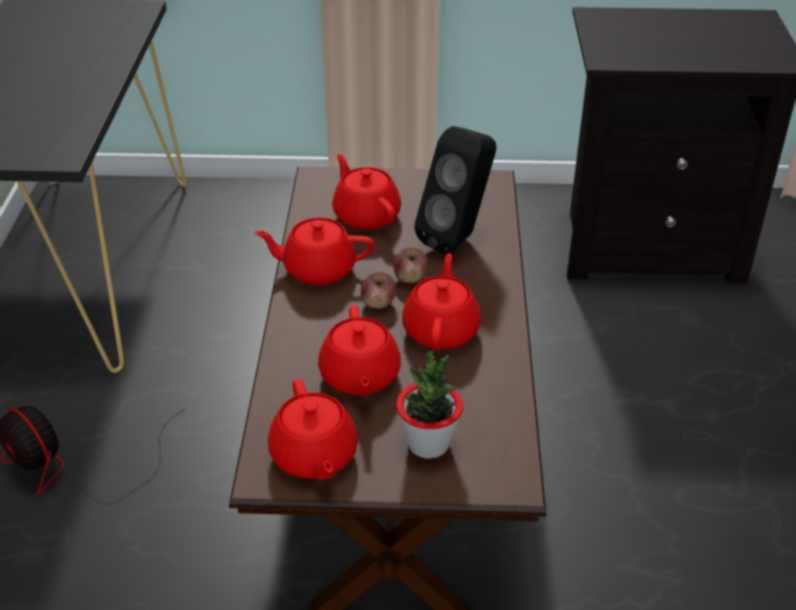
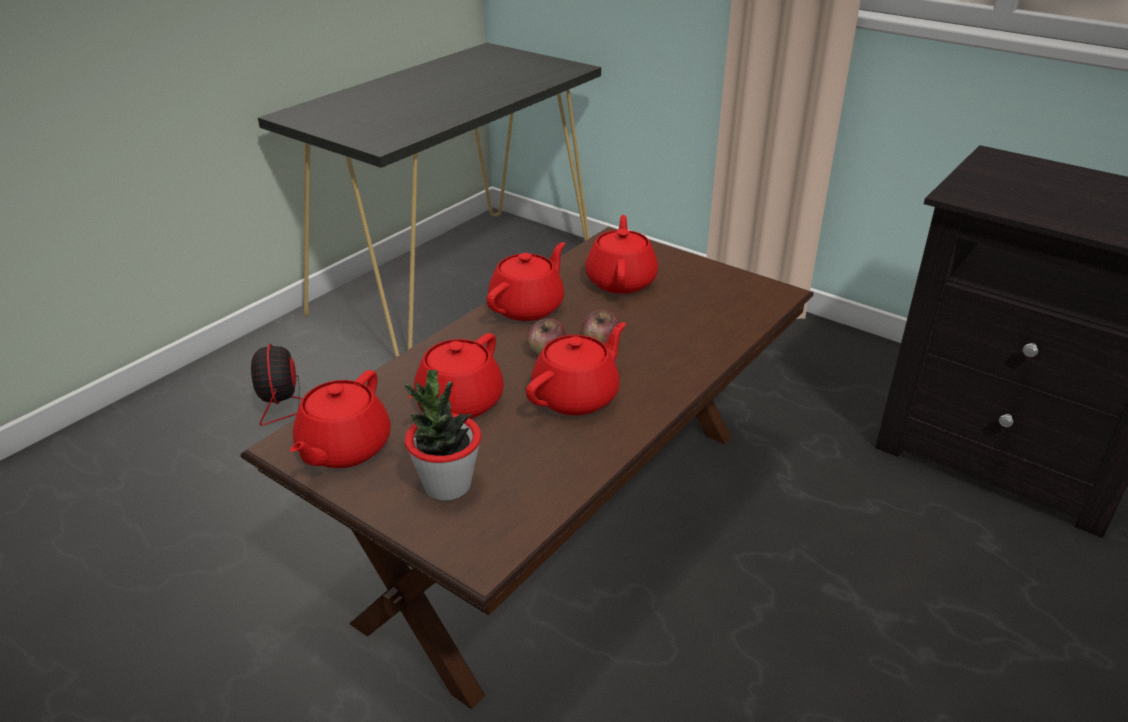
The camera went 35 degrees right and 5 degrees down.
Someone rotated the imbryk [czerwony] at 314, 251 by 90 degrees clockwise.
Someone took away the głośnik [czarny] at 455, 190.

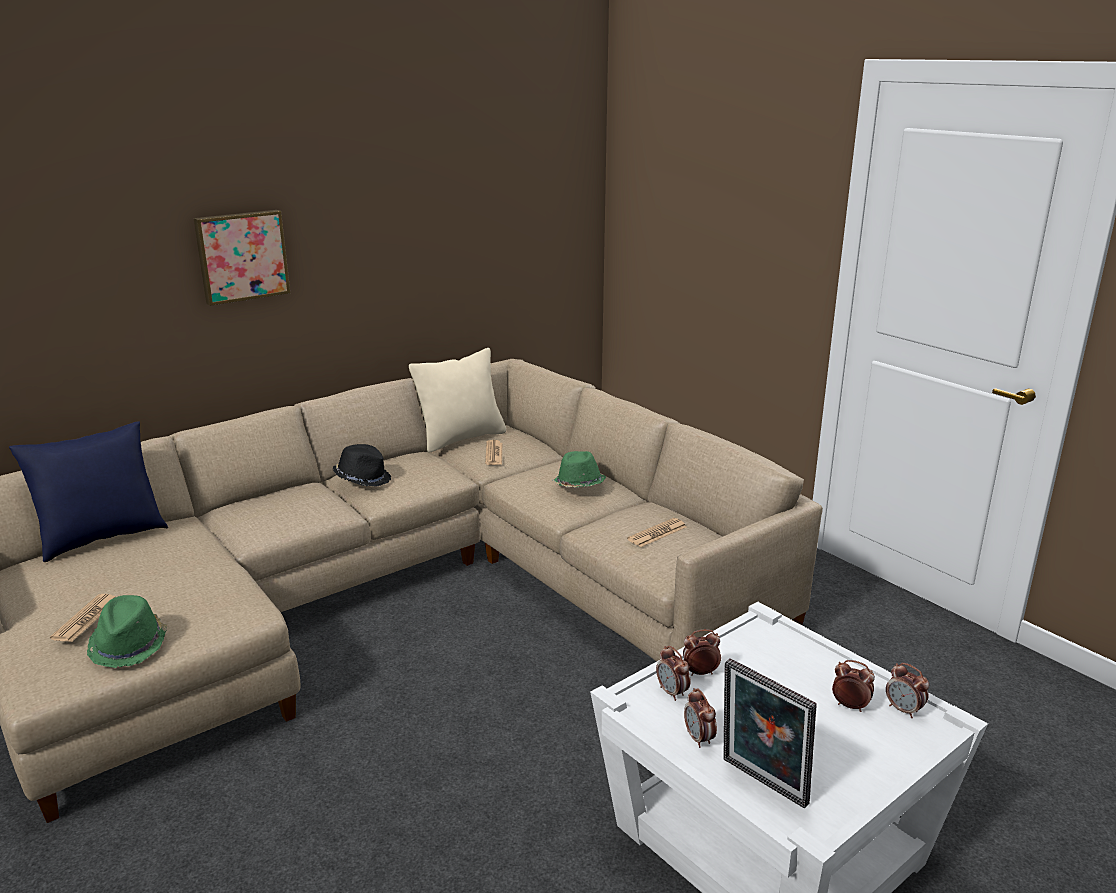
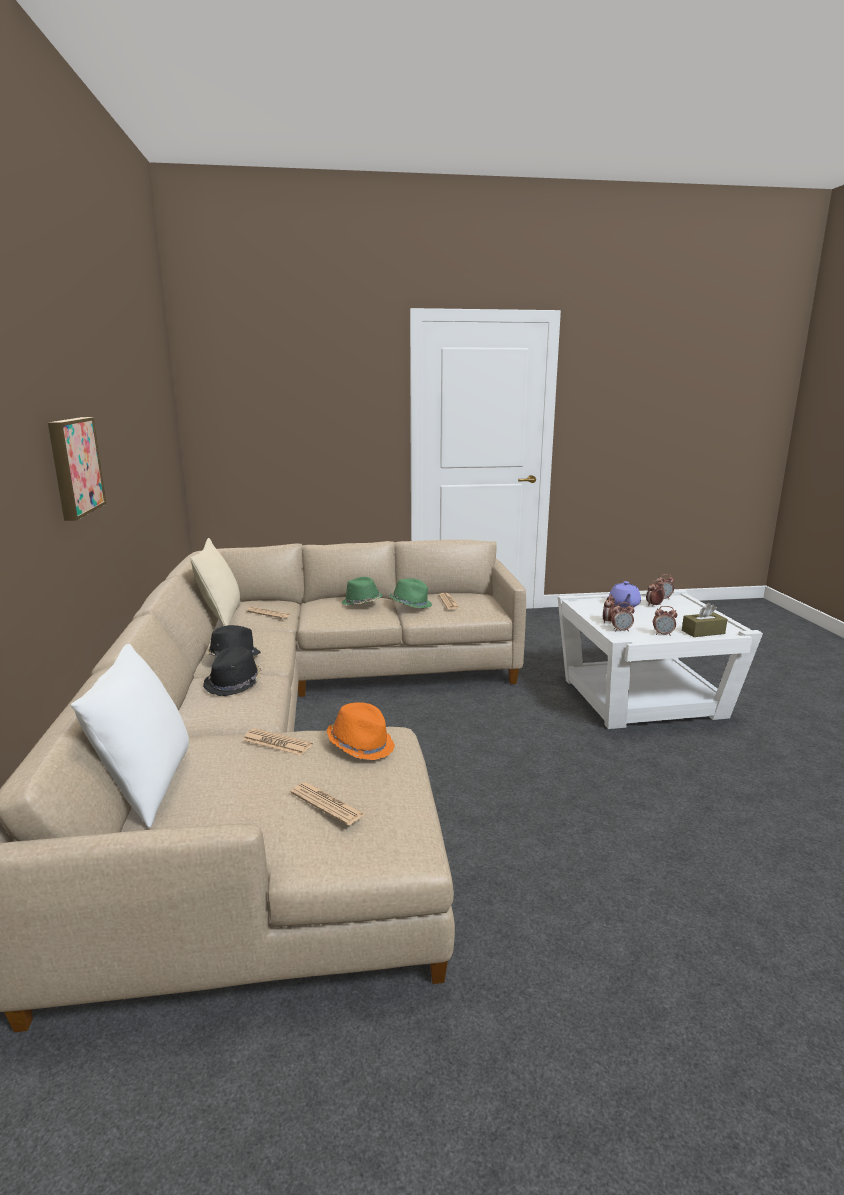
The camera went 60 degrees left and 5 degrees down.
Someone repainted the poduszka [niebieski] at 88, 491, which became the poduszka [biały] at 130, 736.
Someone put down the kapelusz [czarny] at 232, 671.
Someone put down the gazeta at 278, 742.
Someone put down the kapelusz [pomarańczowy] at 361, 731.
Someone carried the kapelusz [zielony] from 127, 631 to 410, 593.
Someone put down the imbryk [fioletowy] at 625, 594.
Someone swapped the ramka na zdjęcie at 769, 733 for the pudełko chusteczek [brązowy] at 704, 620.

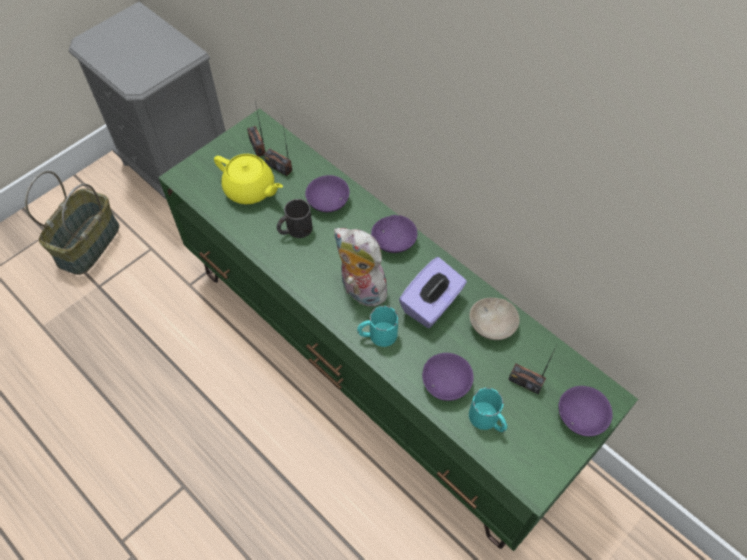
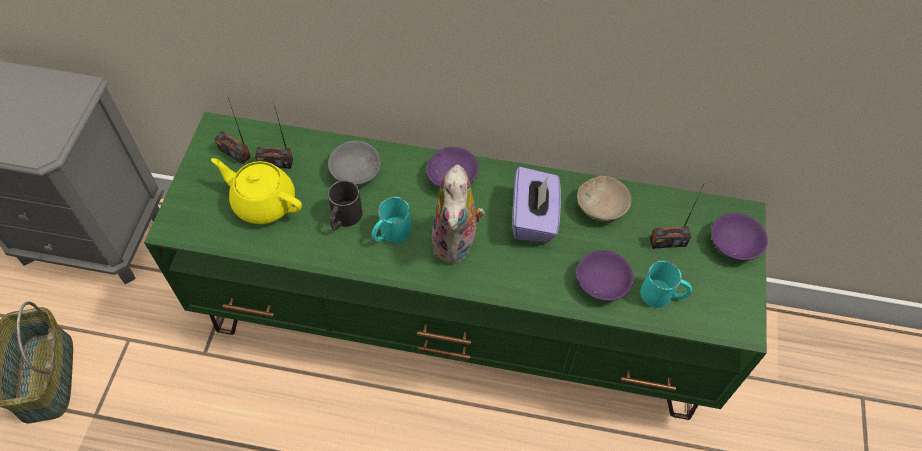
The camera went 35 degrees left and 0 degrees up.
Someone rotated the imbryk [żółty] at 248, 179 by 150 degrees counterclockwise.
Someone repainted the miska [fioletowy] at 327, 193, which became the miska [szary] at 354, 163.
Someone carried the kubek [turkusowy] from 377, 326 to 391, 220.
Someone rotated the pluszak at 363, 267 by 90 degrees counterclockwise.

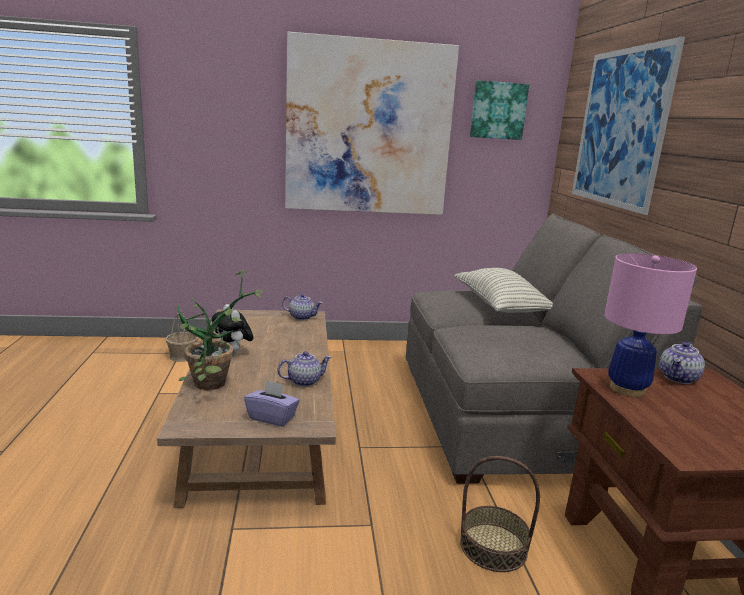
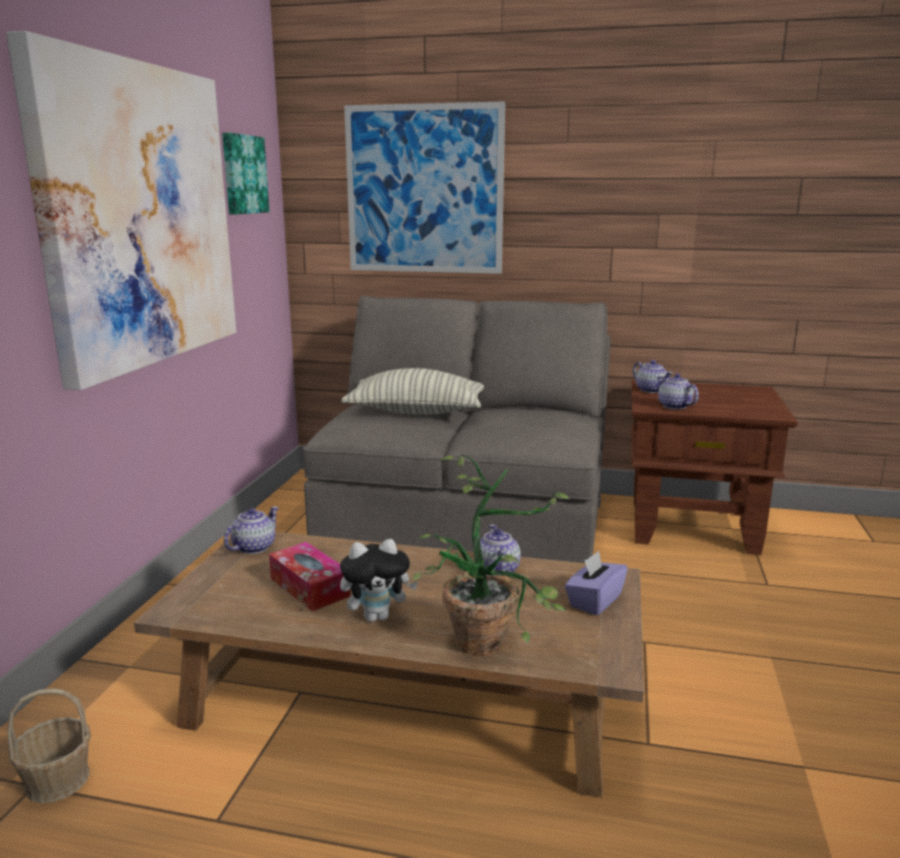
The camera went 70 degrees left and 0 degrees up.
Someone put down the pudełko chusteczek at 310, 576.
Someone swapped the lampa stołowa [różowy] at 650, 325 for the imbryk at 678, 391.
Someone took away the koszyk at 500, 514.

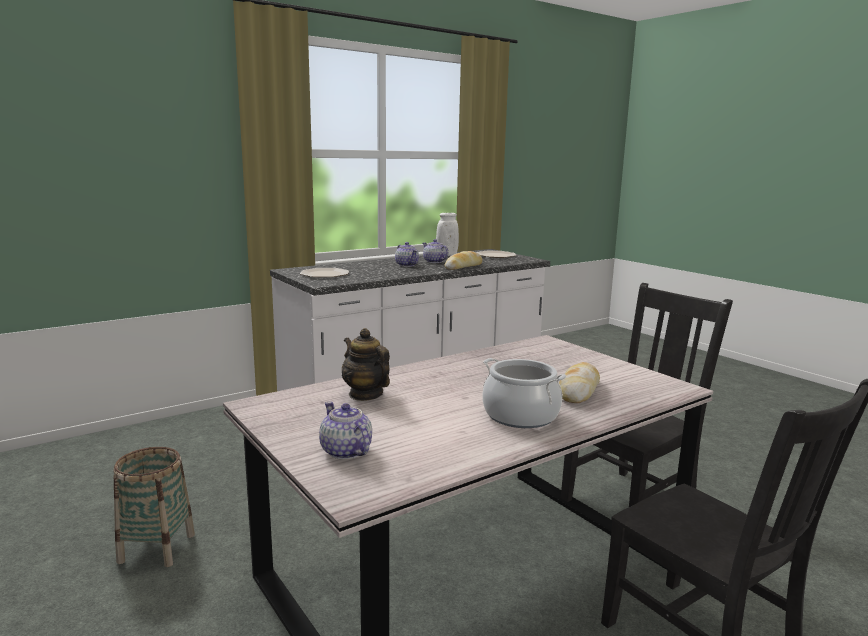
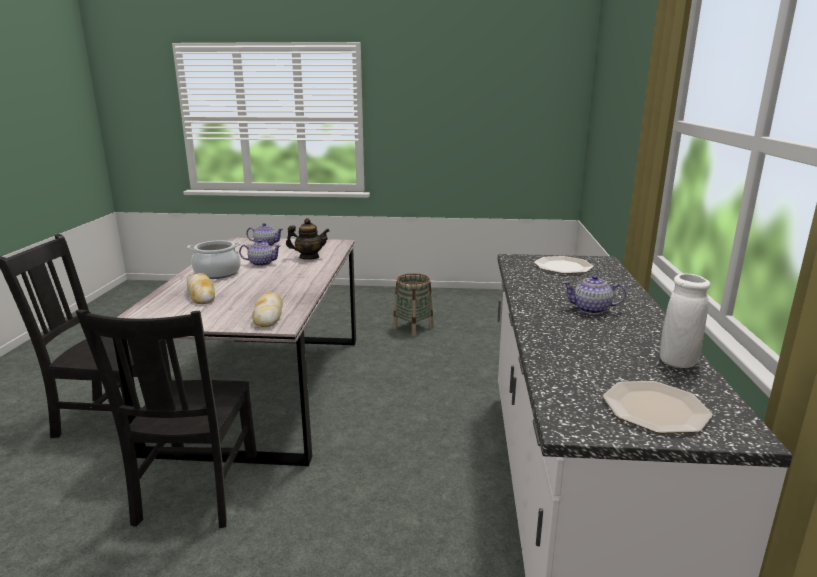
The camera went 130 degrees right and 5 degrees up.
Someone carried the imbryk from 436, 251 to 260, 253.
Someone carried the chleb from 463, 260 to 267, 309.

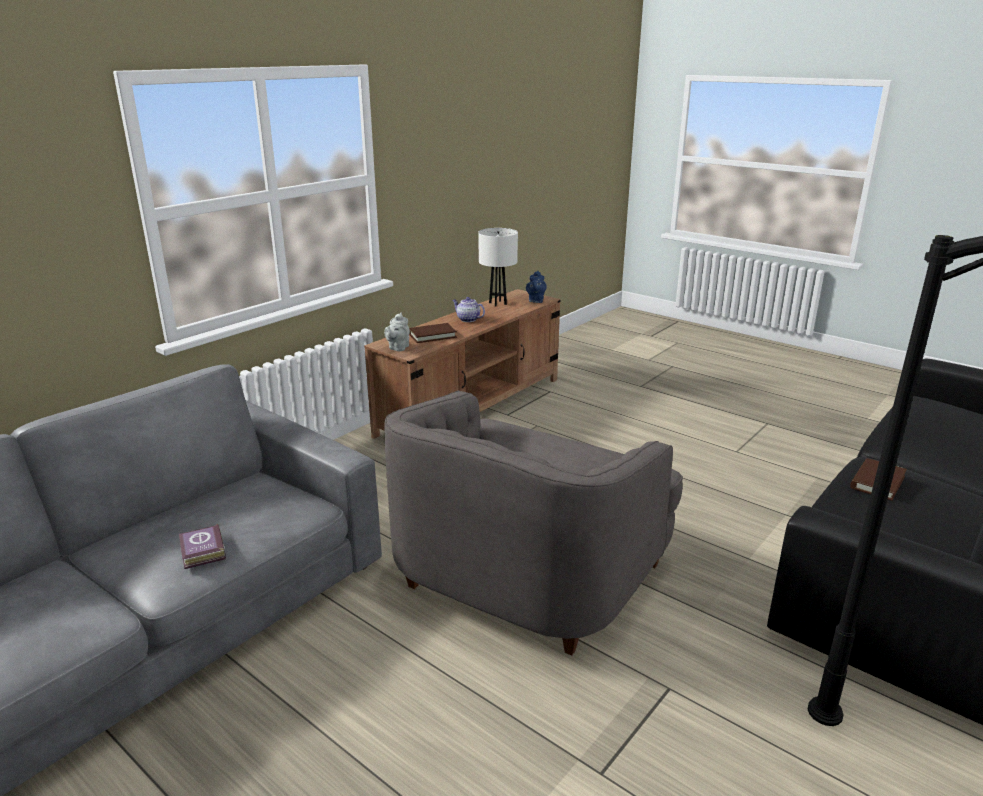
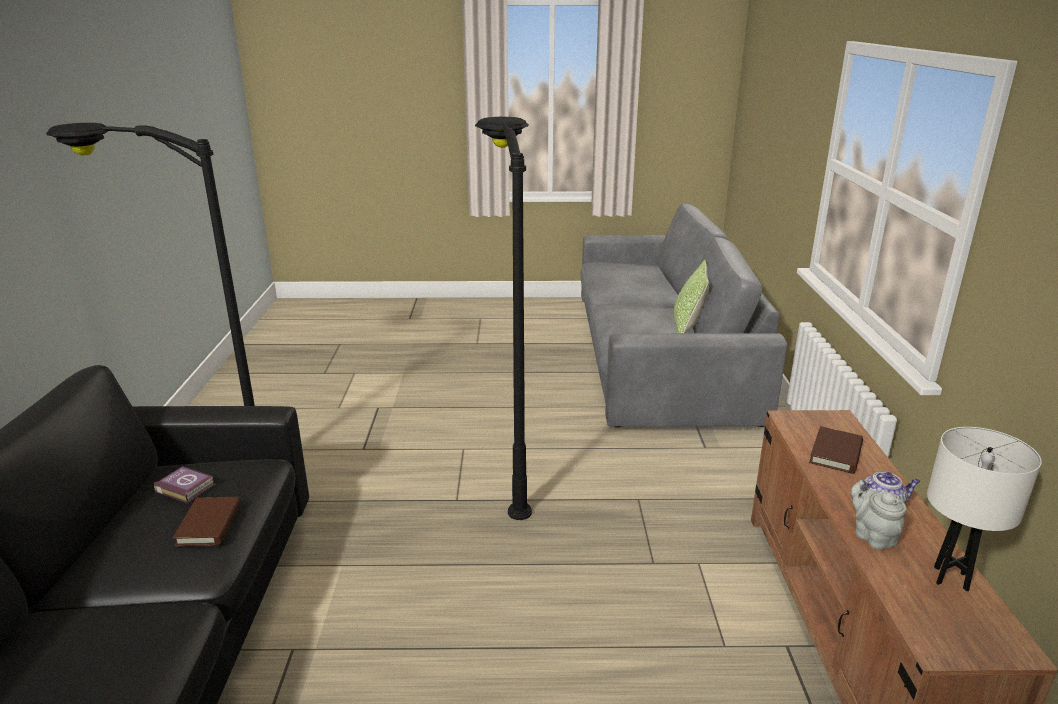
The camera went 140 degrees right and 0 degrees up.
Someone carried the książka from 202, 546 to 185, 485.
Someone swapped the fotel [szary] at 534, 523 for the lampa stojąca [czarny] at 503, 318.
Someone put down the poduszka at 691, 296.
Someone carried the imbryk [szary] from 397, 332 to 879, 514.
Someone took away the imbryk [niebieski] at 536, 287.

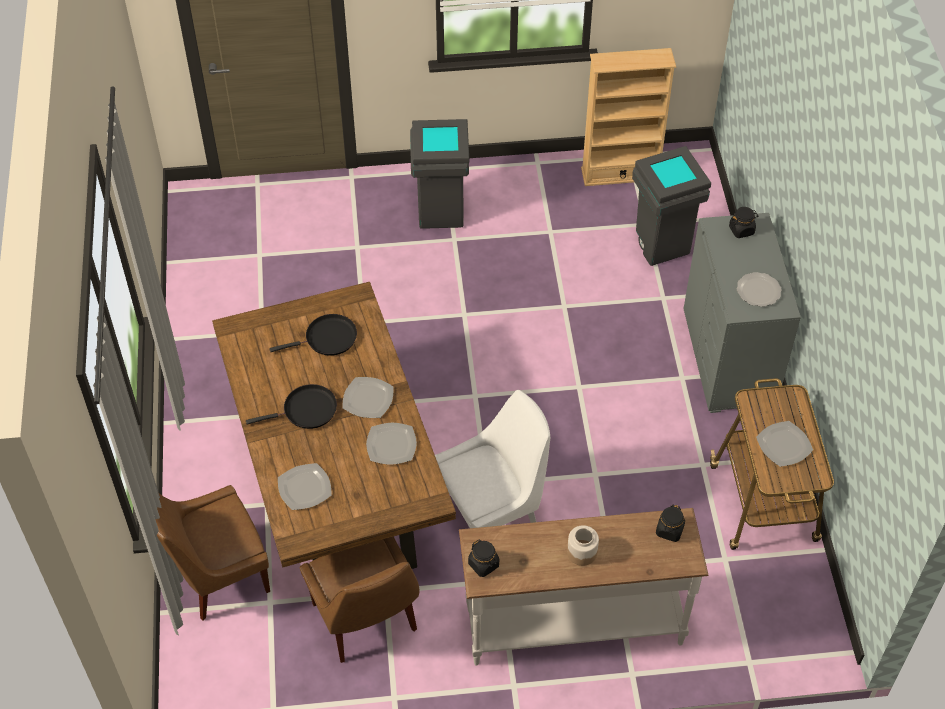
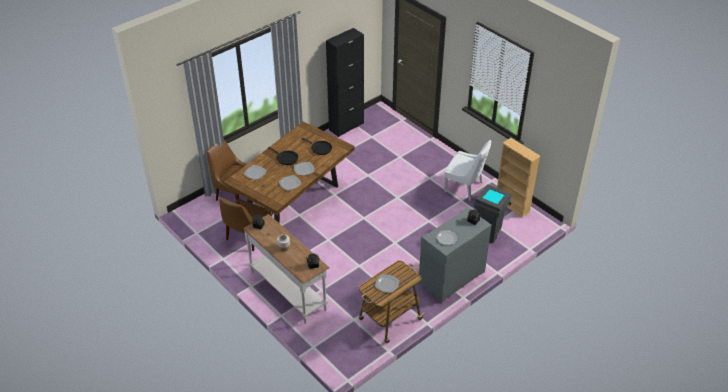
The camera went 55 degrees right and 10 degrees down.
Someone put down the szafka [czarny] at 345, 82.
Someone carried the krzesło [biały] from 492, 459 to 467, 170.
Someone took away the kosz na śmieci [szary] at 439, 174.

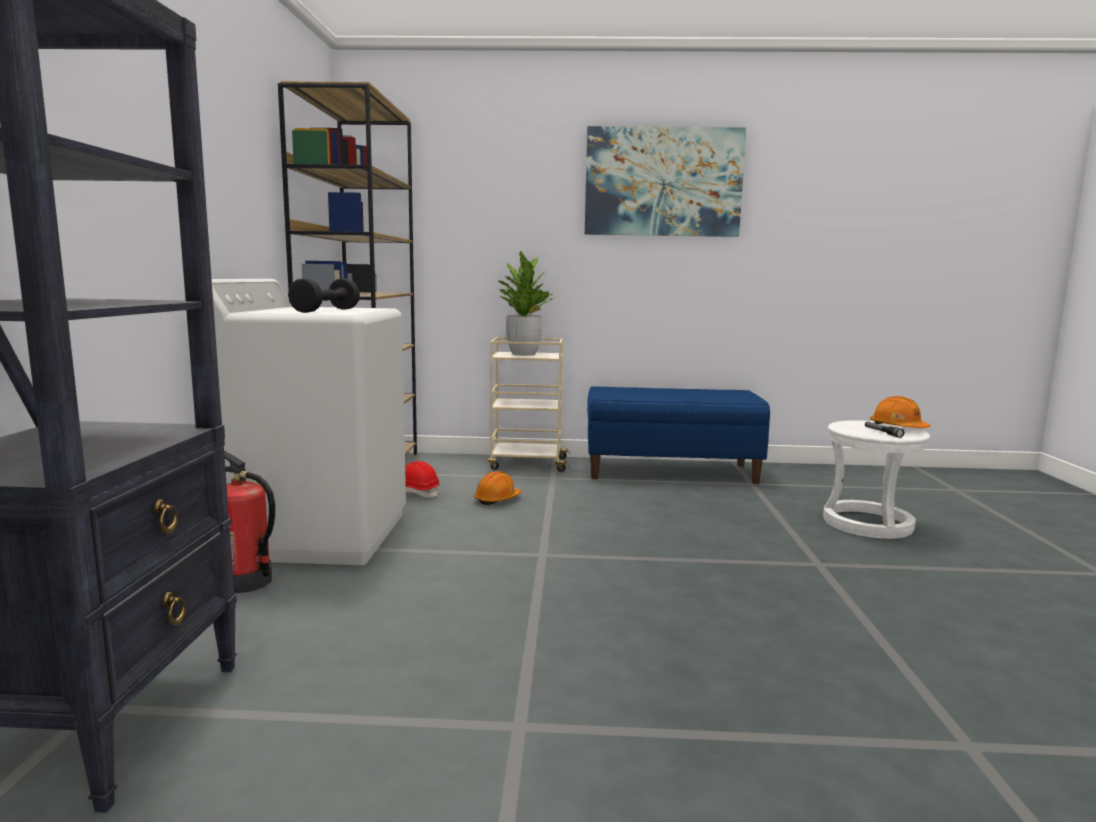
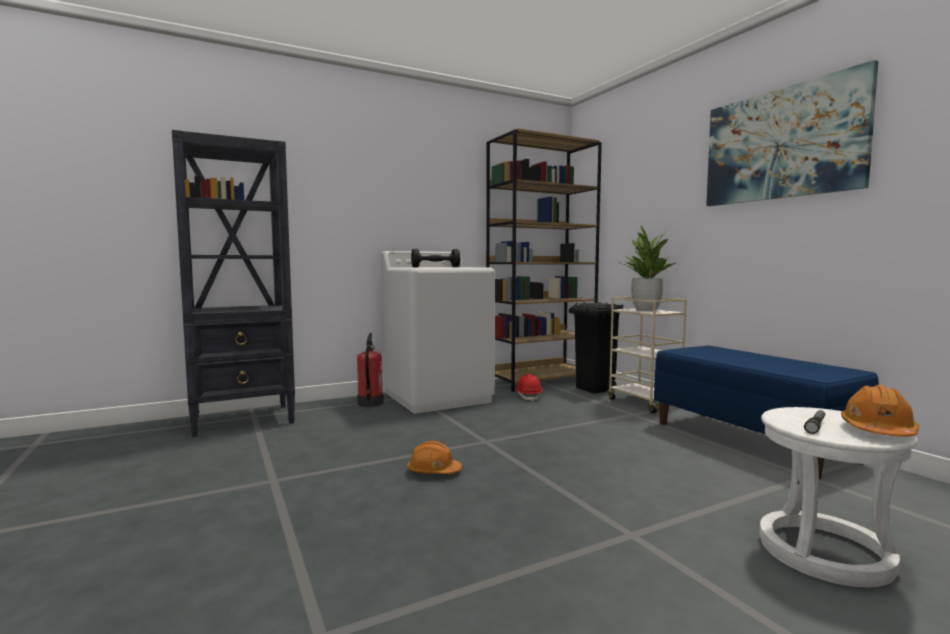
The camera went 60 degrees right and 5 degrees down.
Someone carried the kask [pomarańczowy] from 497, 488 to 434, 457.
Someone put down the kosz na śmieci [czarny] at 596, 348.

